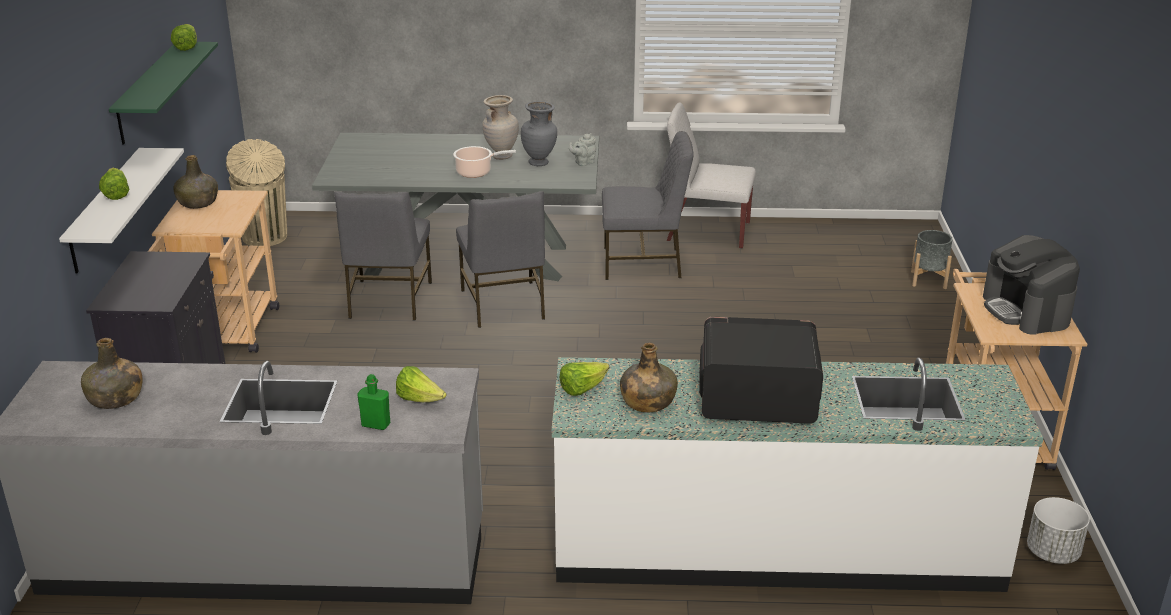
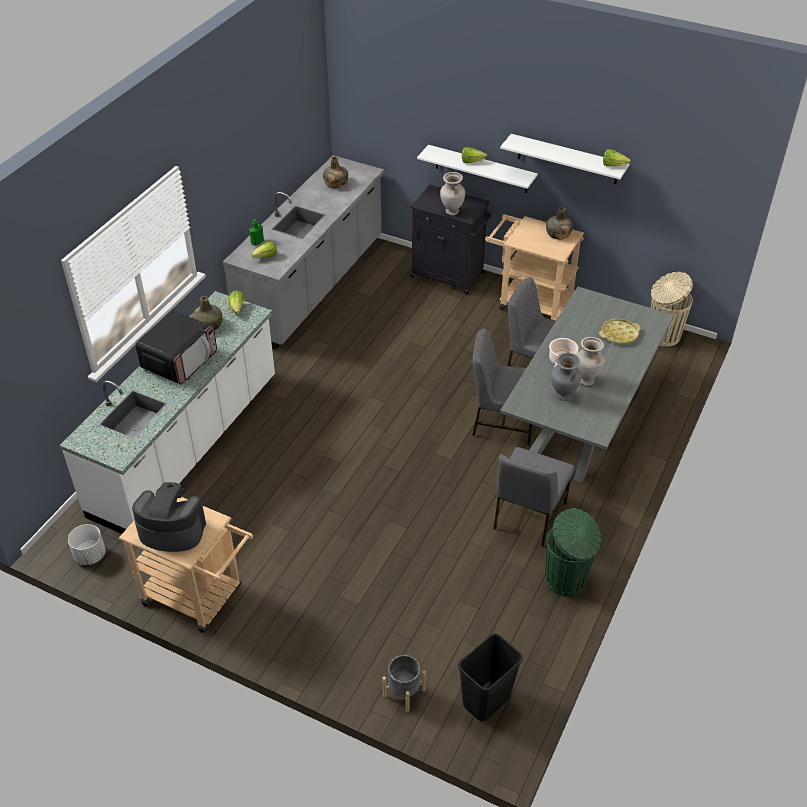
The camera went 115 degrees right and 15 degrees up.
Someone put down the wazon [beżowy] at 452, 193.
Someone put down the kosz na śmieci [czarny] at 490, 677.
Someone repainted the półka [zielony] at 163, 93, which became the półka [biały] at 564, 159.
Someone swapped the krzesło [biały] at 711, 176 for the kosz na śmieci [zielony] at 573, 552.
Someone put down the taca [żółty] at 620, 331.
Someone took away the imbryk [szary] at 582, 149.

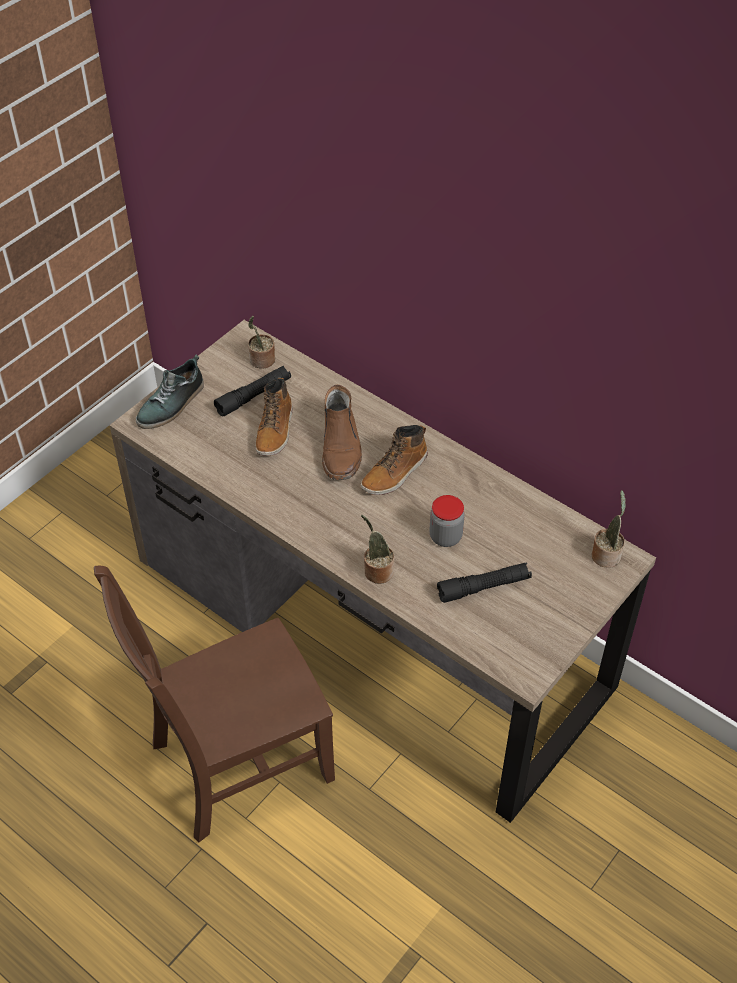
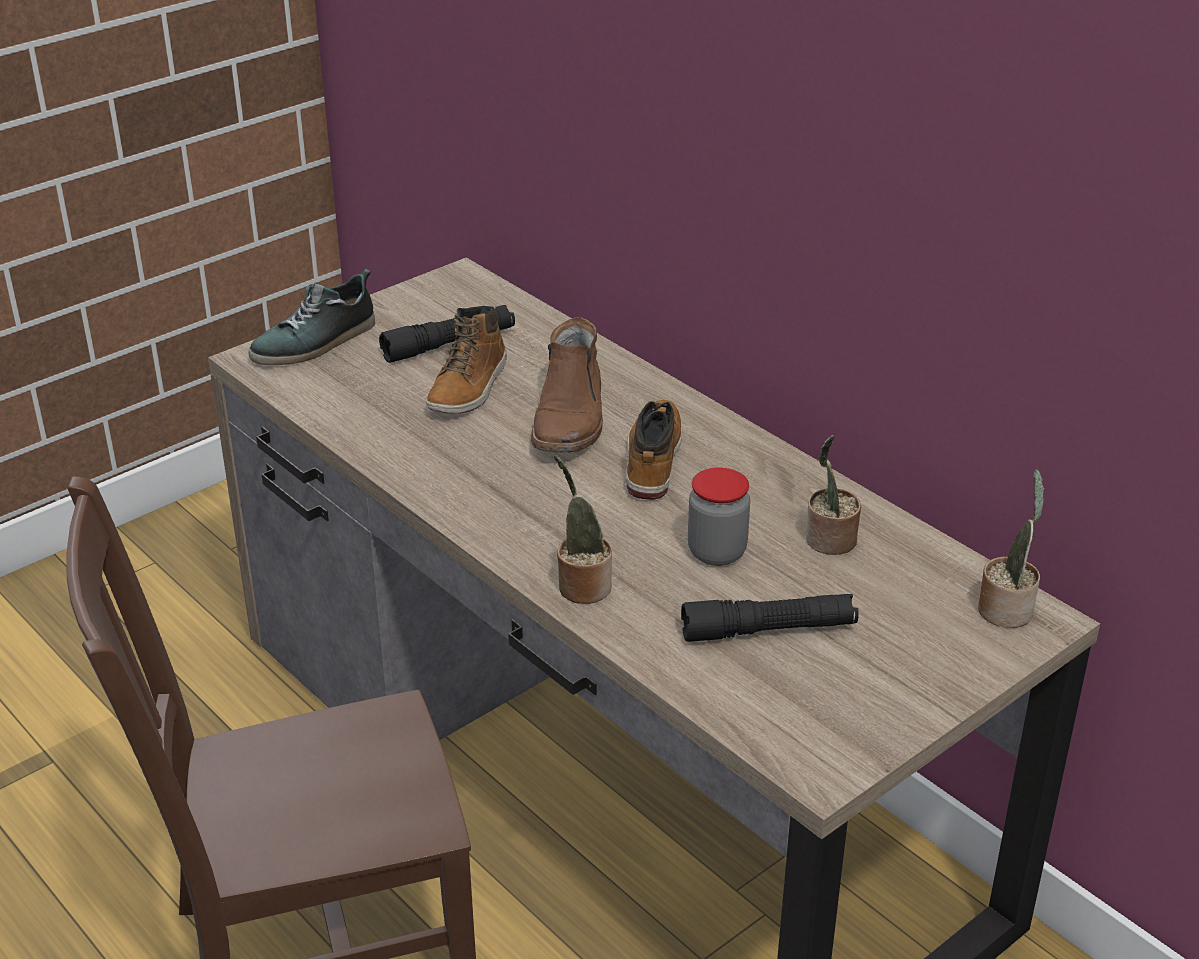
The camera went 10 degrees right and 15 degrees down.
Someone rotated the but z cholewką at 394, 460 by 135 degrees clockwise.
Someone carried the roślina doniczkowa from 261, 342 to 833, 495.

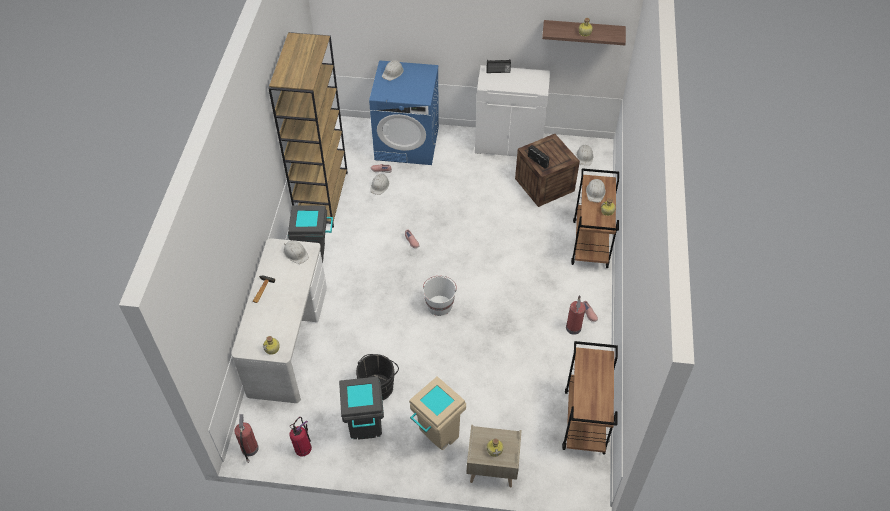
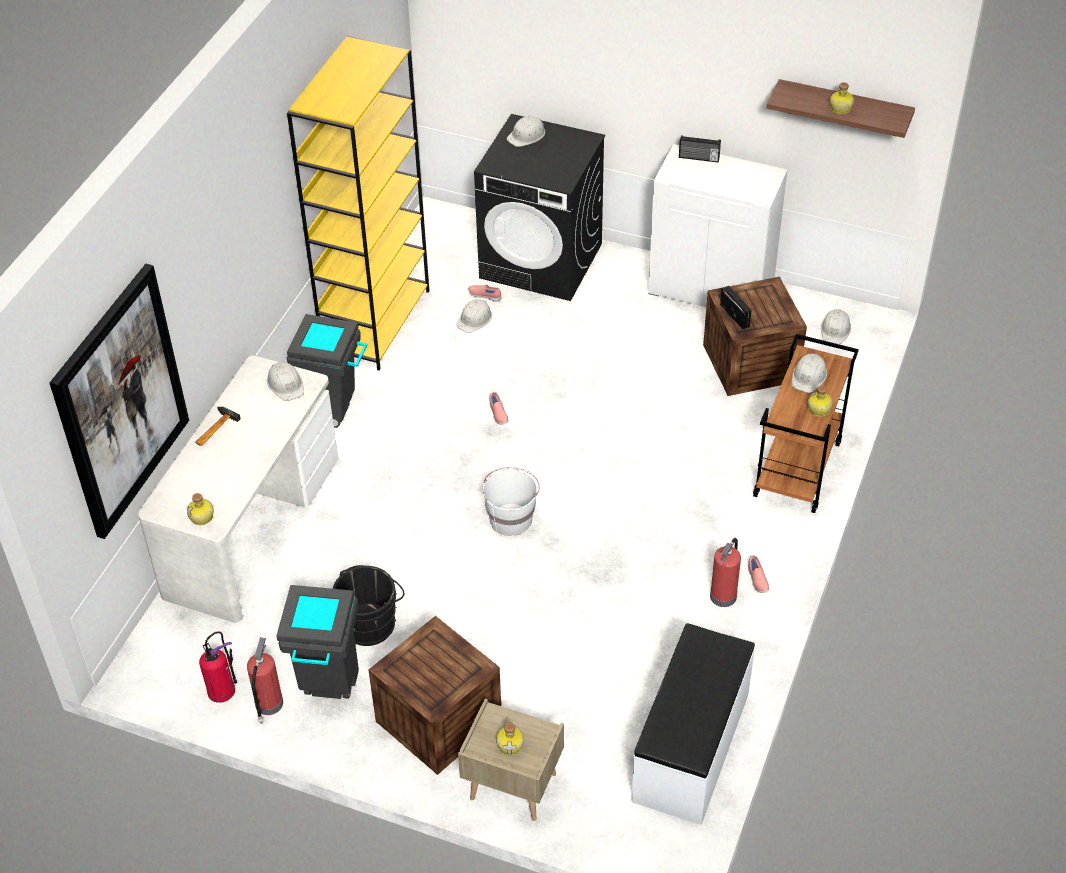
The camera went 15 degrees right and 5 degrees down.
Someone put up the obraz at 119, 401.
Someone carried the gaśnica from 246, 438 to 265, 680.
Someone repainted the regał [brązowy] at 308, 130, which became the regał [żółty] at 358, 203.
Someone swapped the kosz na śmieci [beżowy] at 437, 413 for the skrzynka at 435, 695.
Someone repainted the pralka [niebieski] at 404, 112, which became the pralka [czarny] at 539, 207.
Someone swapped the wózek [brązowy] at 590, 397 for the ławka [biały] at 693, 724.

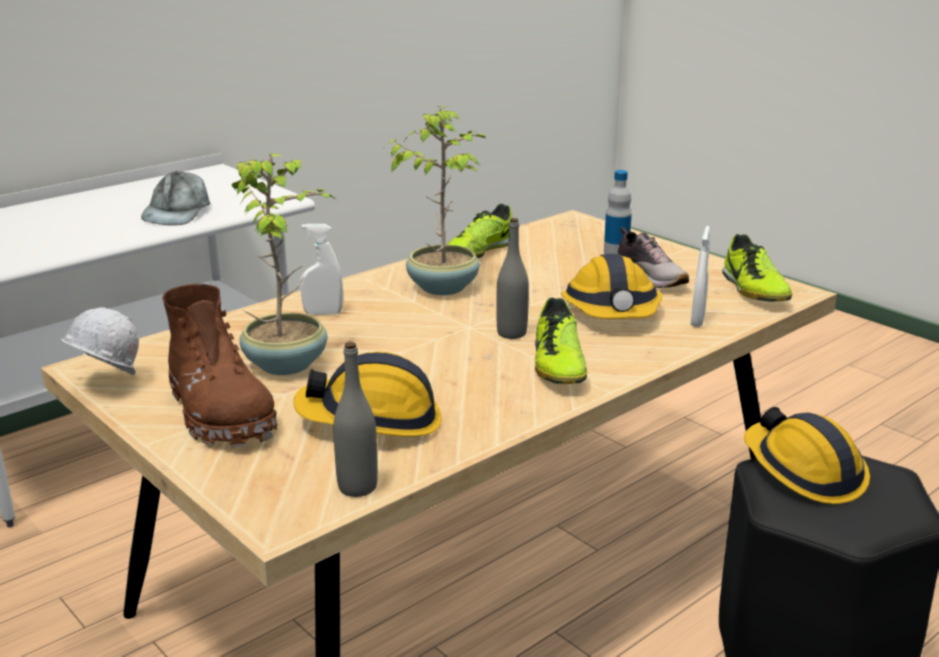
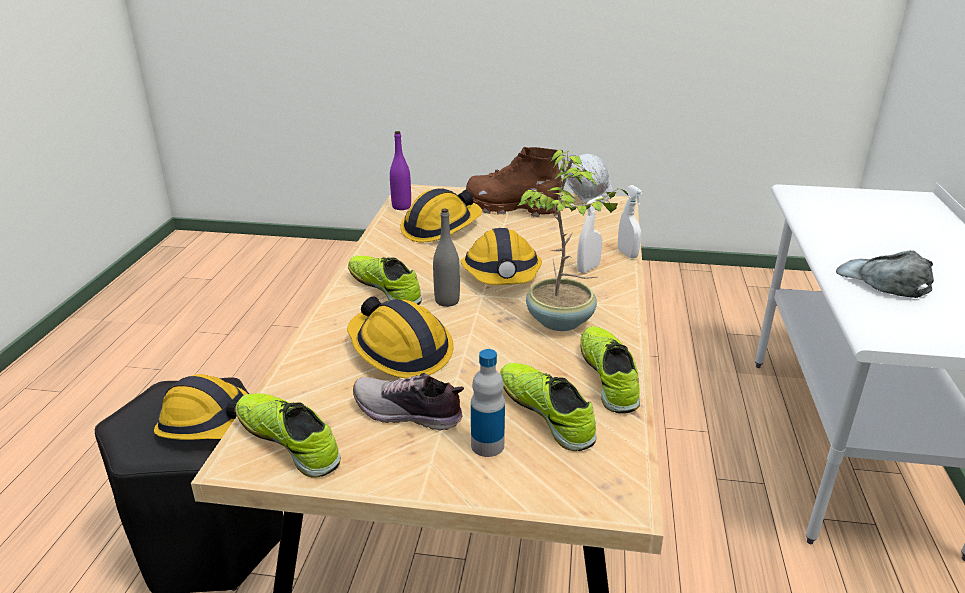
The camera went 140 degrees right and 5 degrees up.
Someone repainted the butelka [szary] at 355, 419, which became the butelka [fioletowy] at 400, 170.
Someone put down the kask at 501, 256.
Someone put down the but at 548, 407.
Someone carried the spryskiwacz [biały] from 700, 276 to 630, 222.
Someone took away the roślina doniczkowa at 284, 264.

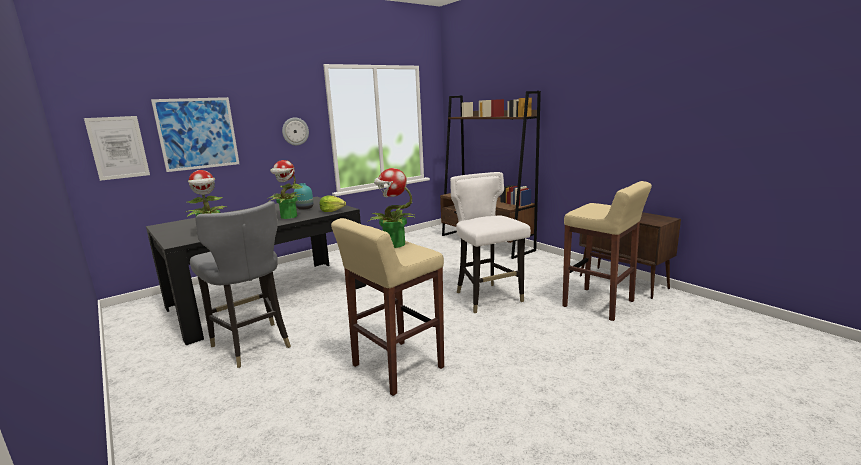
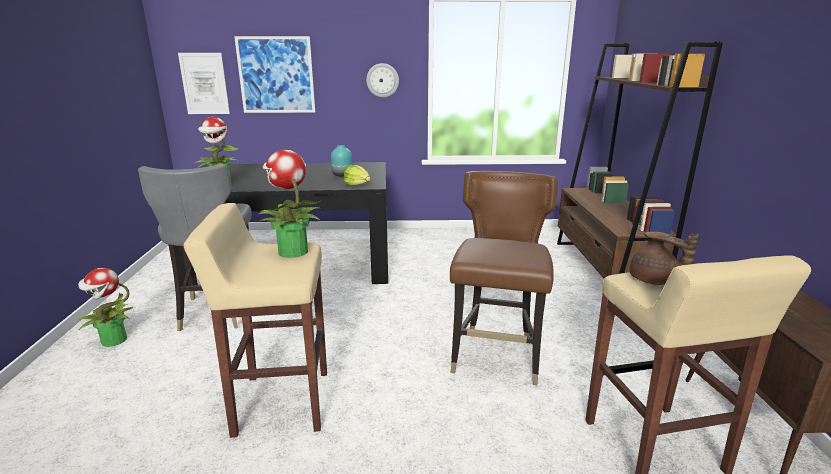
The camera went 35 degrees right and 5 degrees up.
Someone carried the roślina doniczkowa from 285, 189 to 106, 307.
Someone repainted the krzesło [biały] at 490, 242, which became the krzesło [brązowy] at 504, 278.
Someone put down the imbryk [brązowy] at 664, 258.

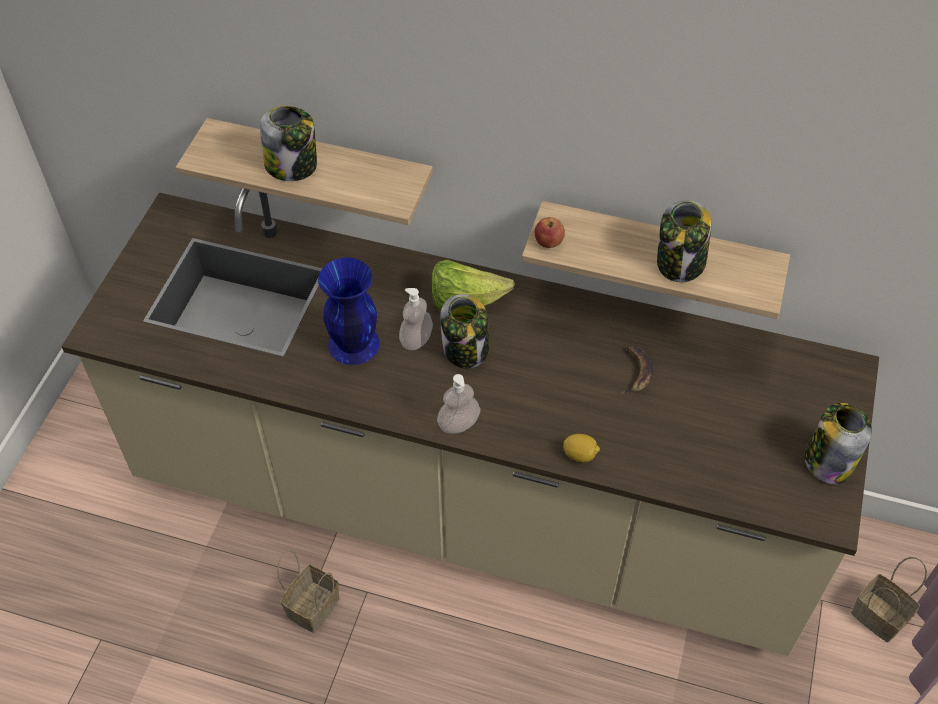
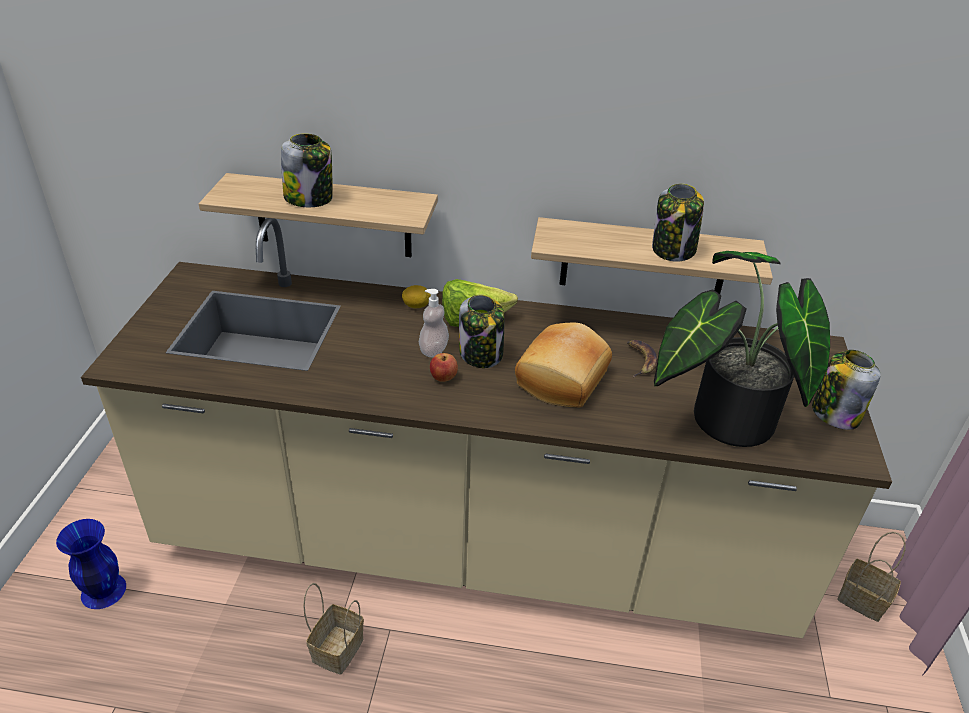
The camera went 10 degrees left and 15 degrees down.
Someone carried the wazon [niebieski] from 349, 311 to 91, 564.
Someone carried the cytryna from 581, 448 to 416, 296.
Someone carried the jabłko from 550, 232 to 444, 367.
Someone put down the chleb at 563, 365.
Someone put down the roślina doniczkowa at 742, 349.
Someone took away the dozownik mydła at 458, 404.

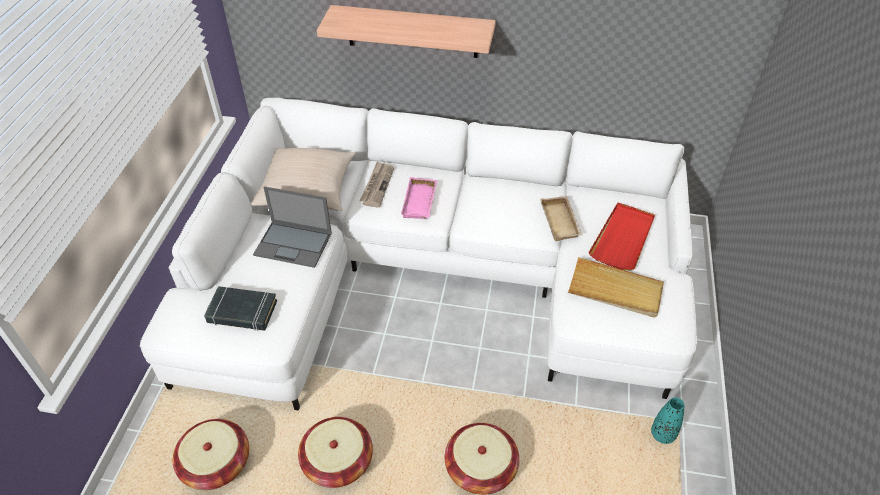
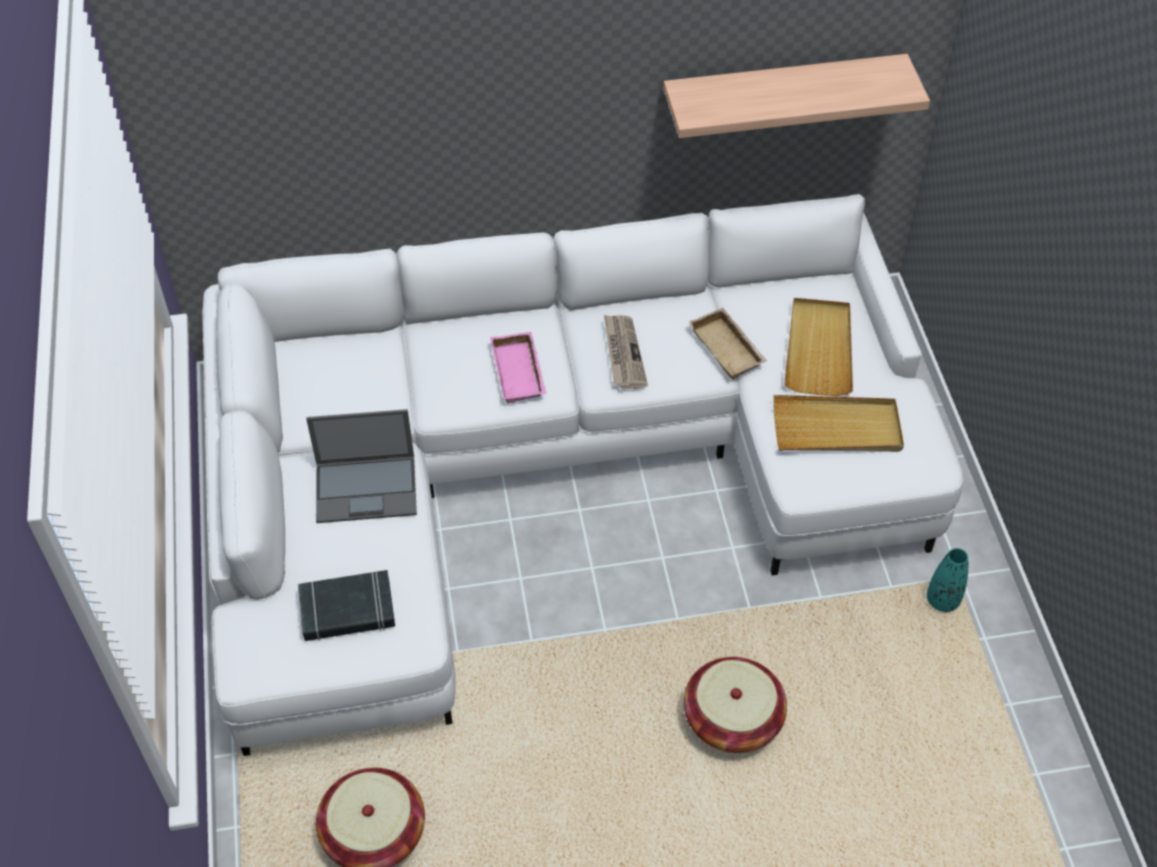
The camera went 20 degrees left and 5 degrees up.
Someone carried the gazeta from 377, 184 to 626, 352.
Someone carried the półka from 406, 31 to 796, 96.
Someone repainted the taca [czerwony] at 622, 237, which became the taca [beżowy] at 818, 347.
Someone took away the poduszka [beżowy] at 303, 179.
Someone took away the koszyk at 335, 452.

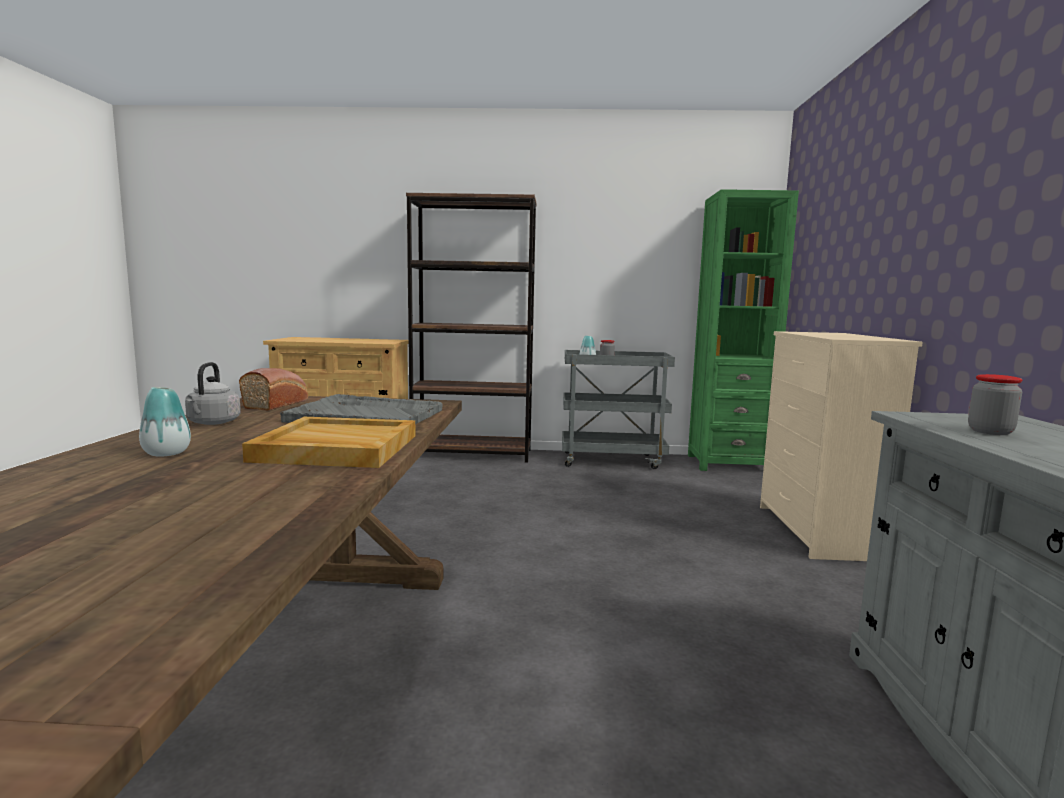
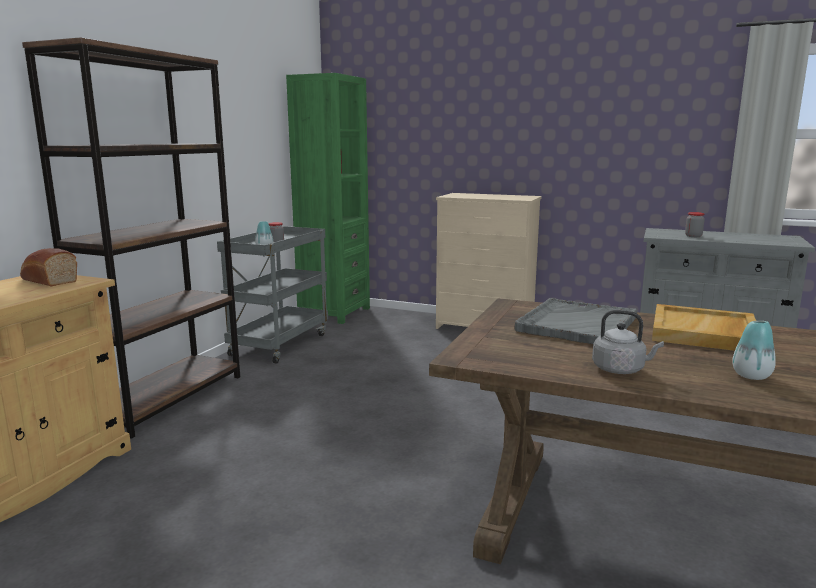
The camera went 70 degrees left and 5 degrees up.
Someone carried the chleb from 273, 389 to 48, 267.

